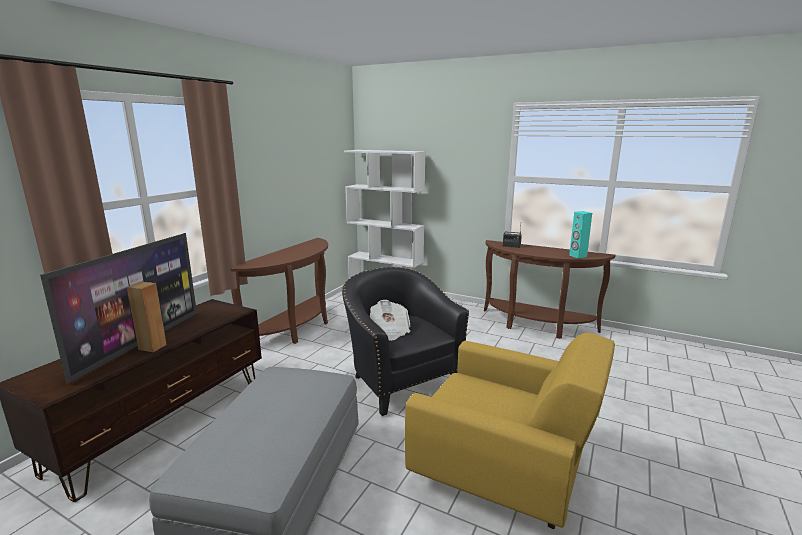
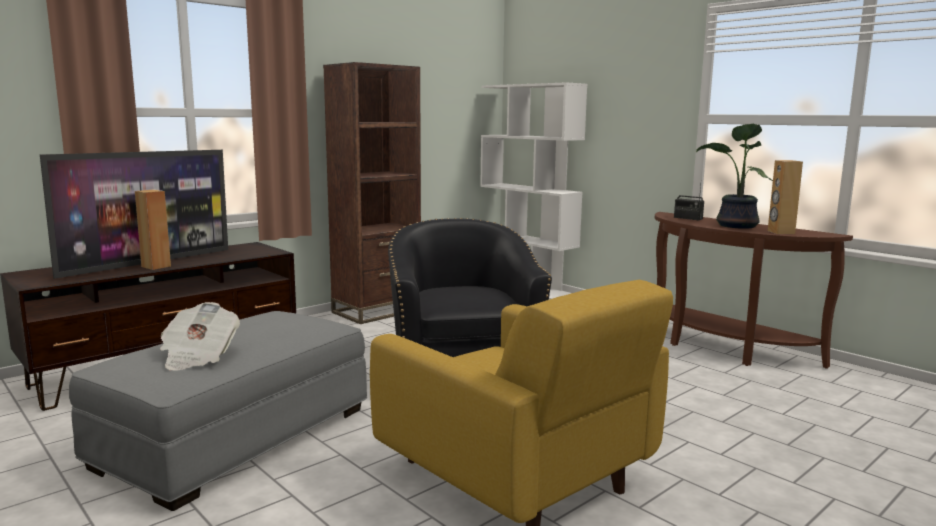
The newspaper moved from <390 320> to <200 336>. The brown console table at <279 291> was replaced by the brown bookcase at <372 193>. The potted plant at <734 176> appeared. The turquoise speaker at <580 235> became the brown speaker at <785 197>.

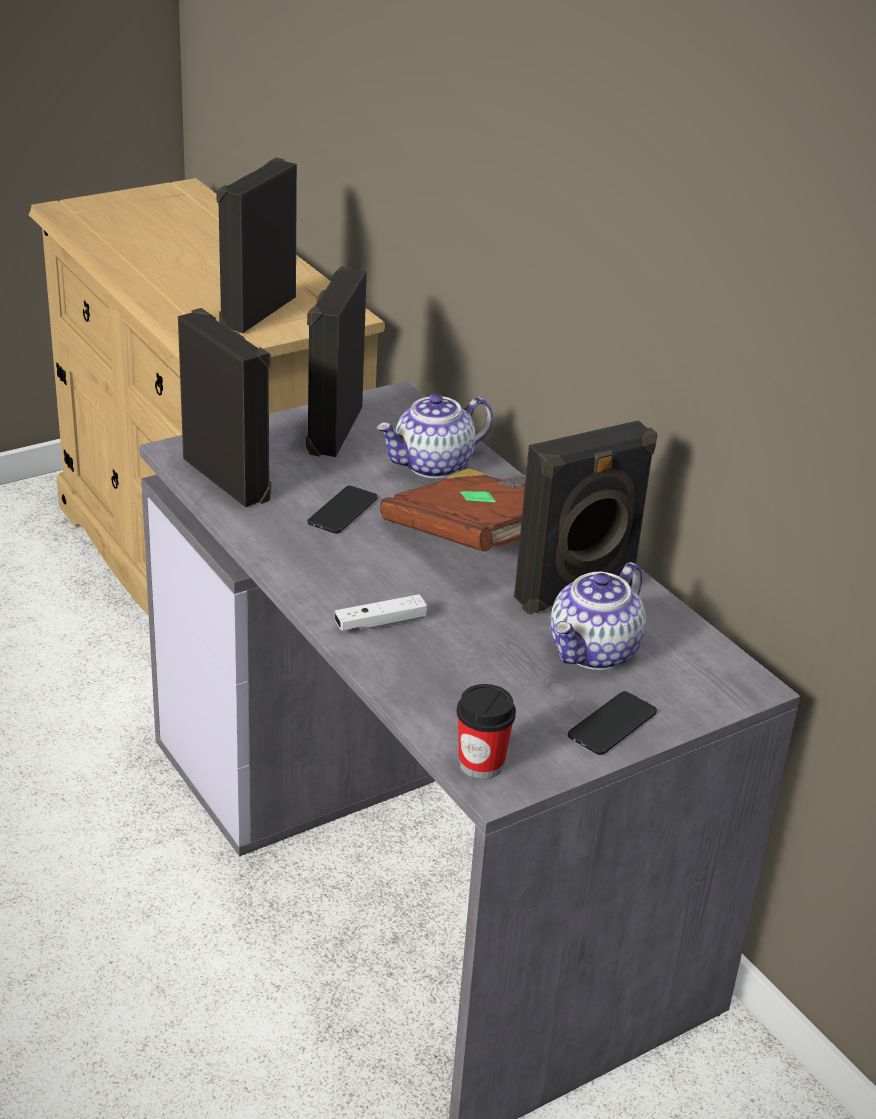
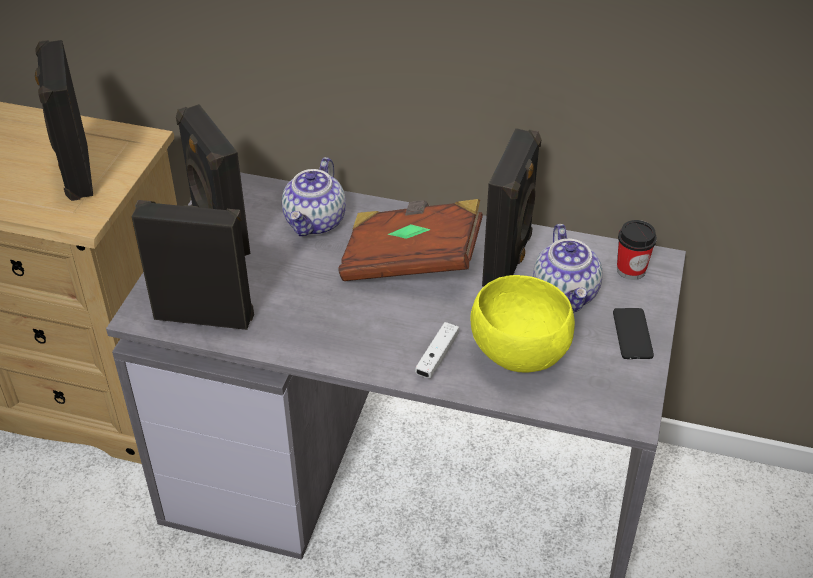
The yellow bowl at <522 323> appeared. The cup moved from <486 731> to <637 250>. The phone at <343 509> disappeared.

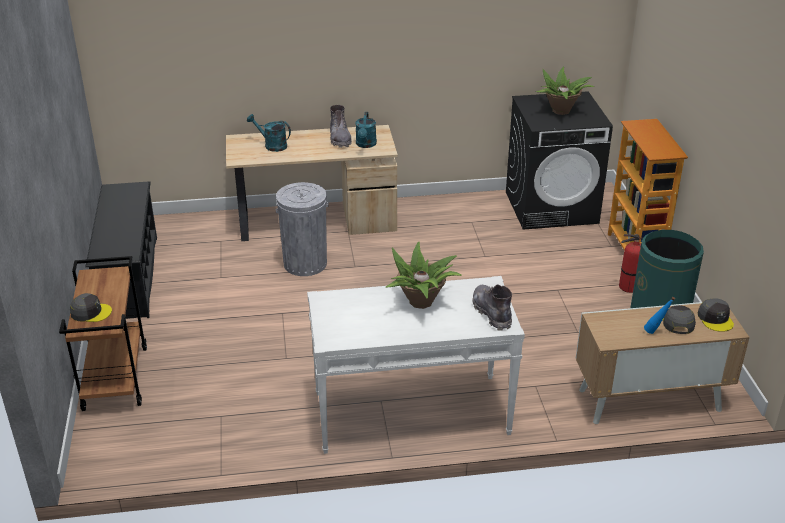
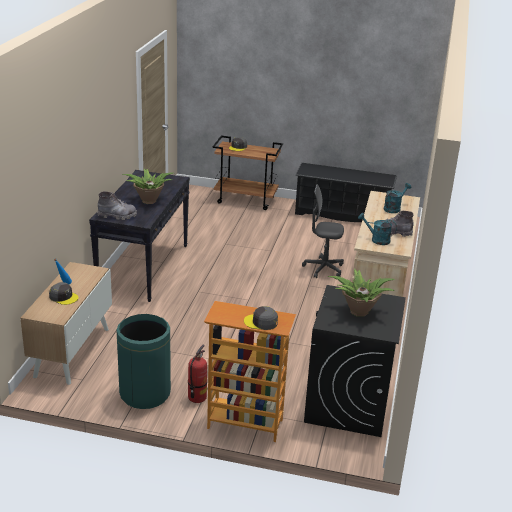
The white console table at <416 365> became the black console table at <139 236>. The grey cap moved from <716 315> to <261 318>. The grey trash can at <302 229> was replaced by the grey office chair at <323 231>.

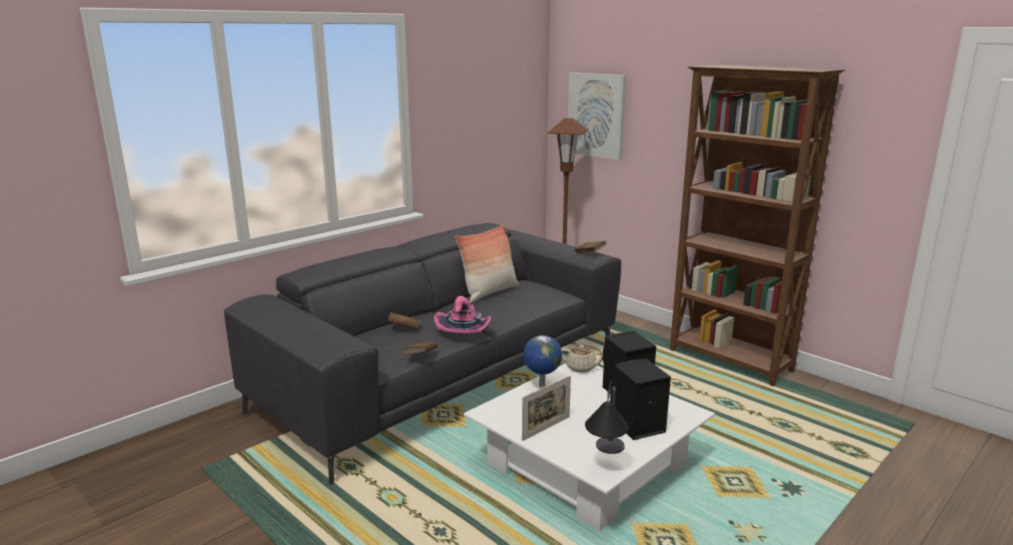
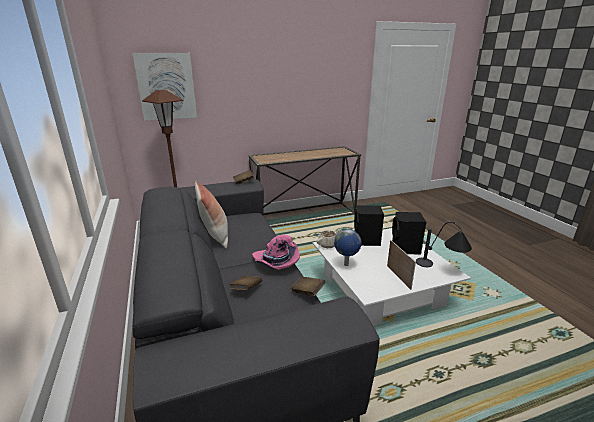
The brown bookcase at <757 225> was replaced by the console table at <305 186>.

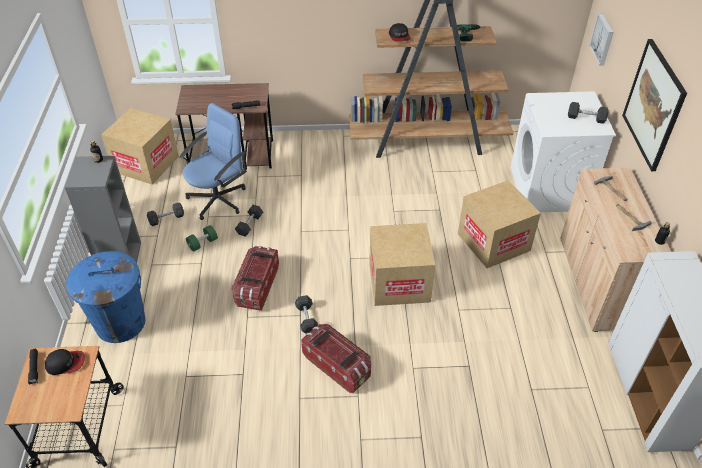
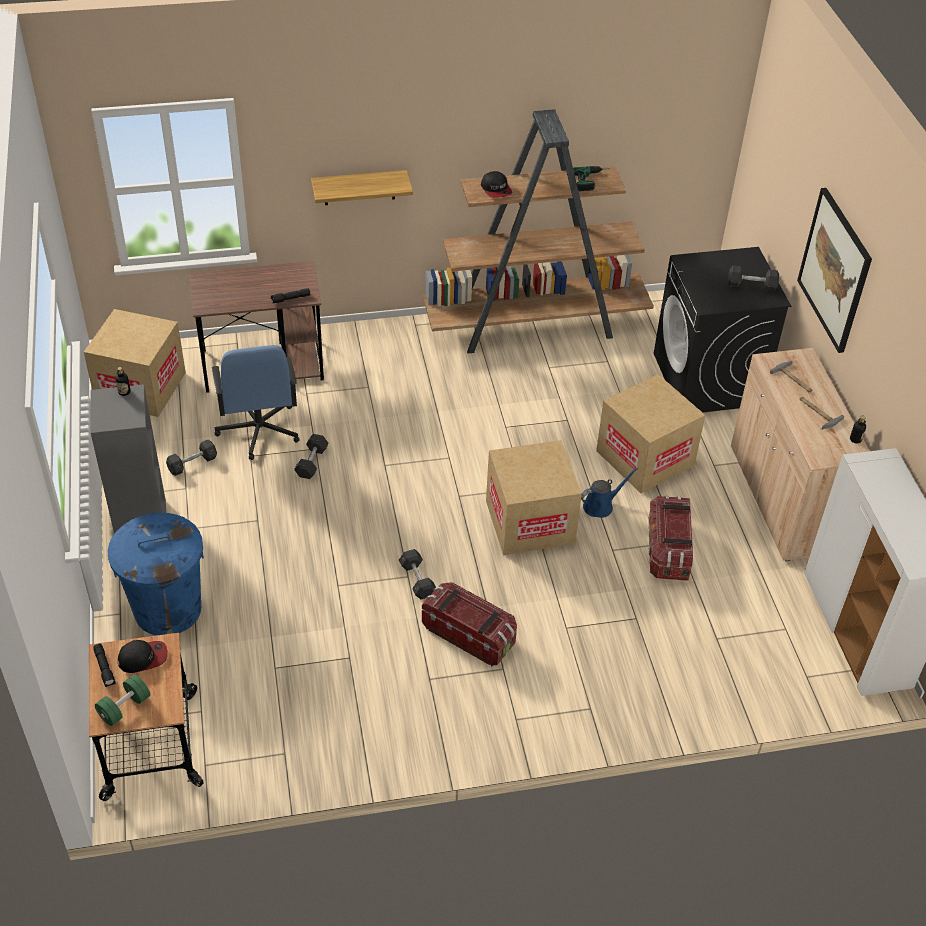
The green dumbbell moved from <202 238> to <122 700>. The blue office chair at <213 161> turned 135 degrees clockwise. The shelf at <362 187> appeared. The blue watering can at <610 492> appeared. The storage box moved from <255 278> to <671 538>. The white washing machine at <563 151> became the black washing machine at <722 330>. The picture at <601 39> disappeared.

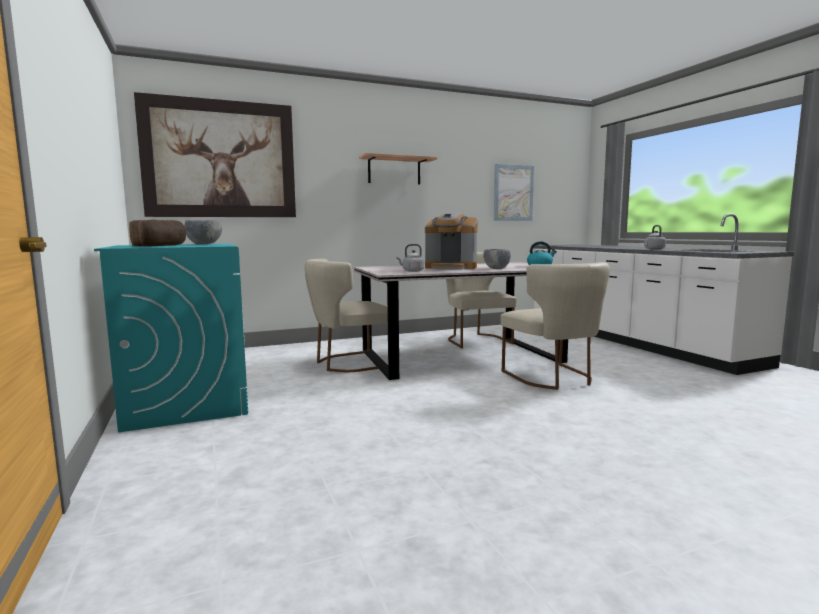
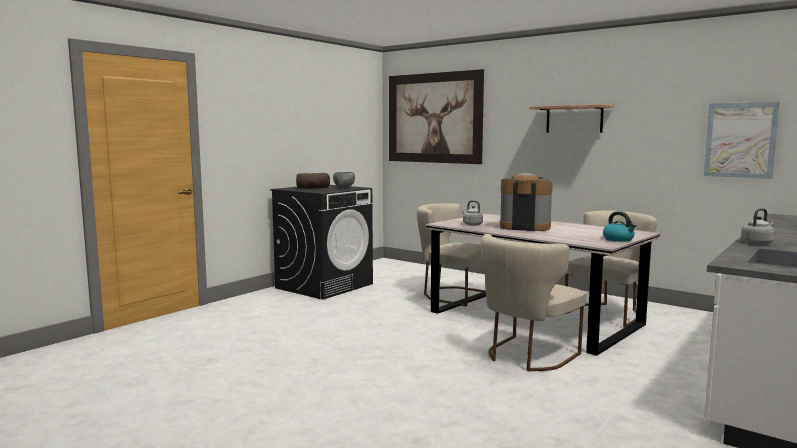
The turquoise washing machine at <171 338> became the black washing machine at <321 242>. The coffee machine at <451 241> turned 120 degrees clockwise. The grey bowl at <497 259> disappeared.

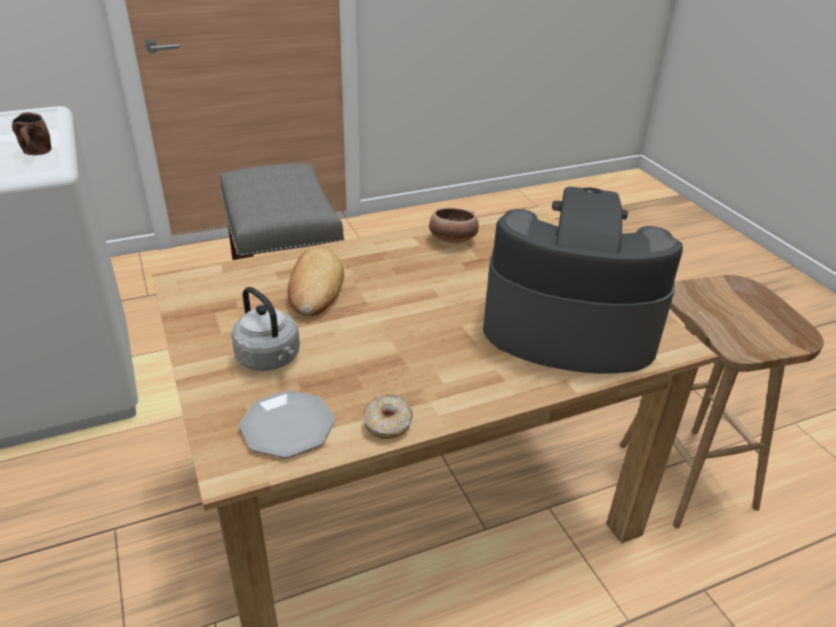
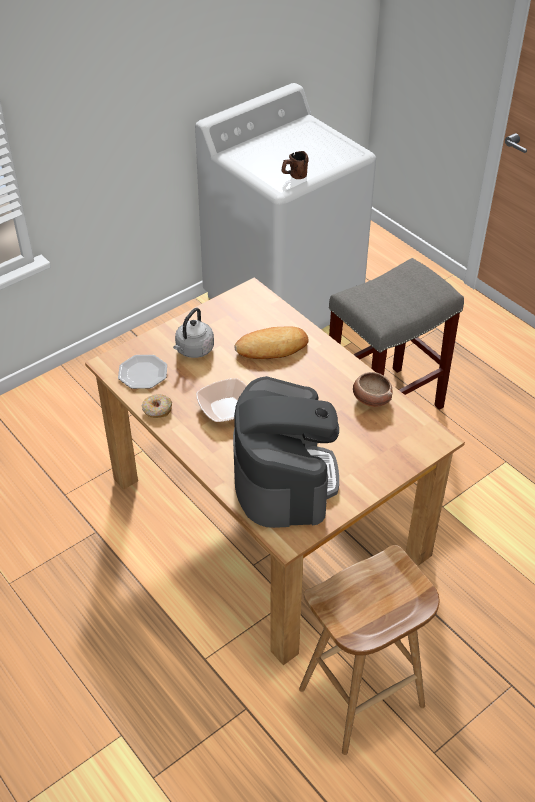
The bowl at <221 400> appeared.

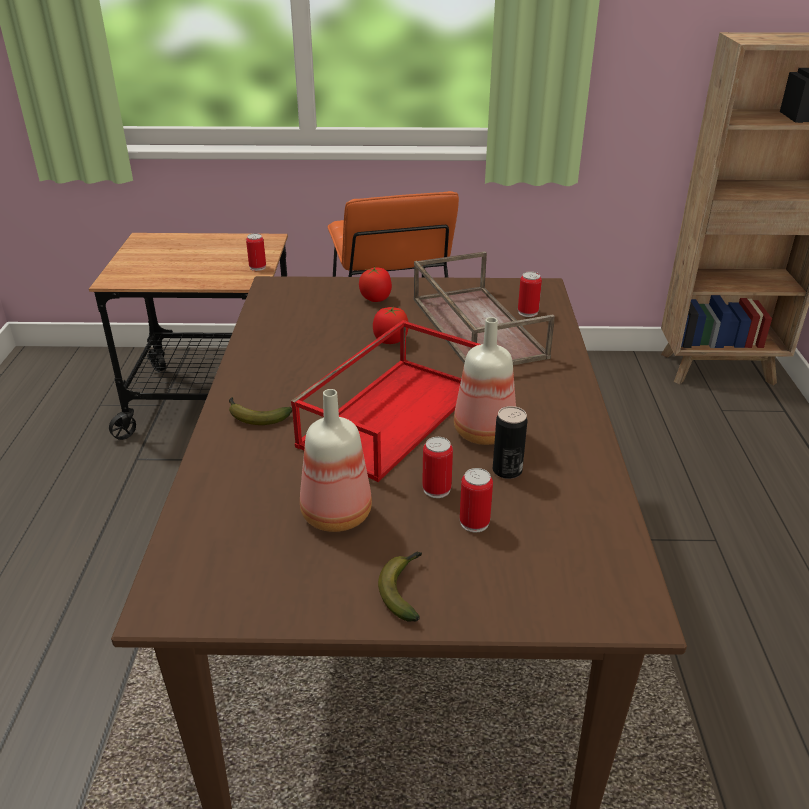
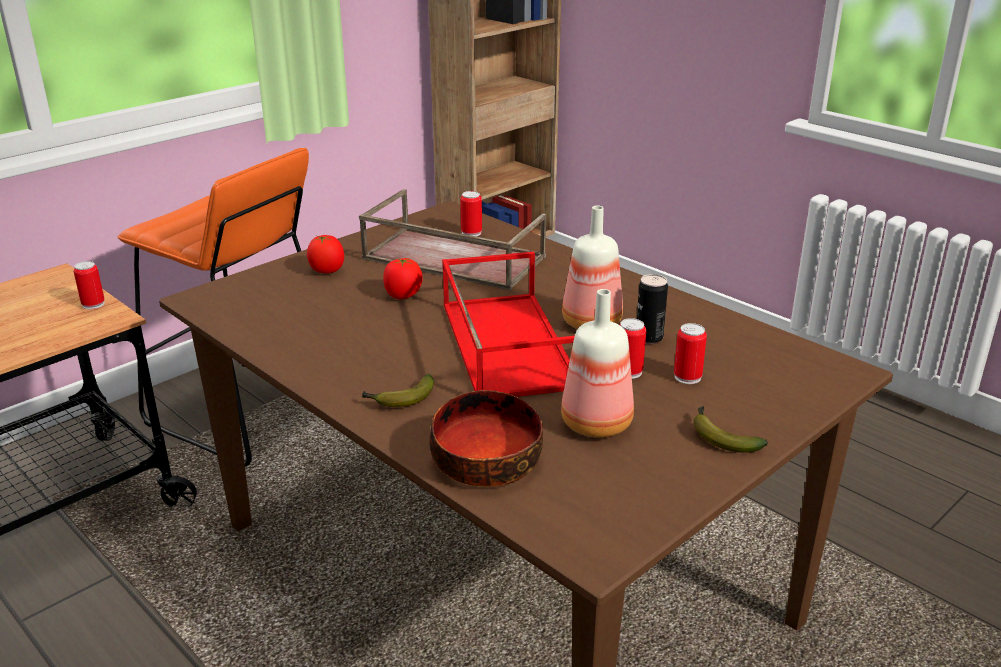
The bowl at <486 438> appeared.

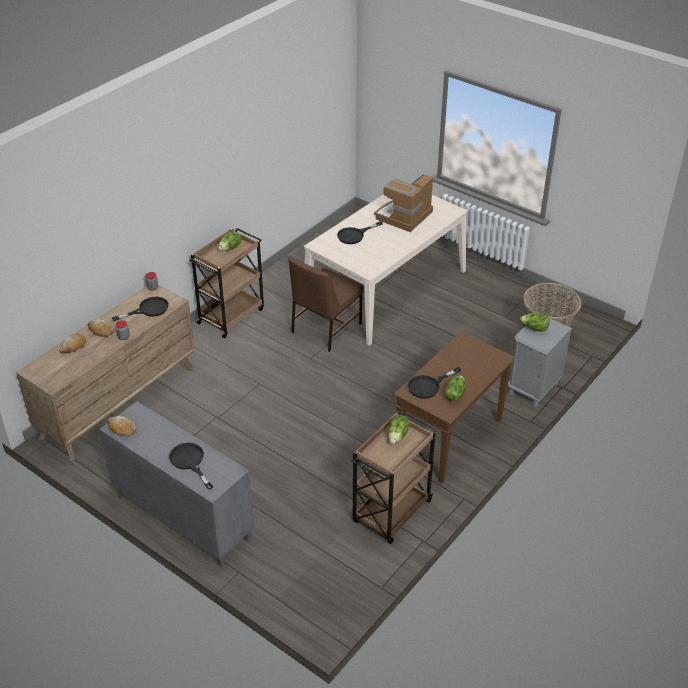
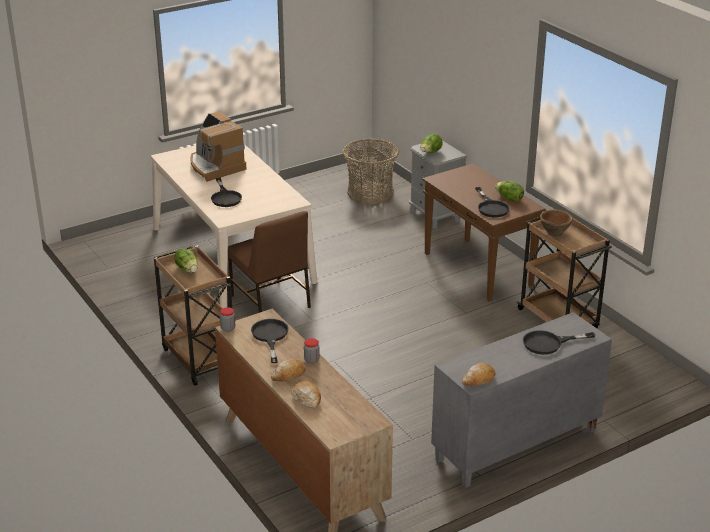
The lettuce at <399 429> was replaced by the brown bowl at <556 223>.

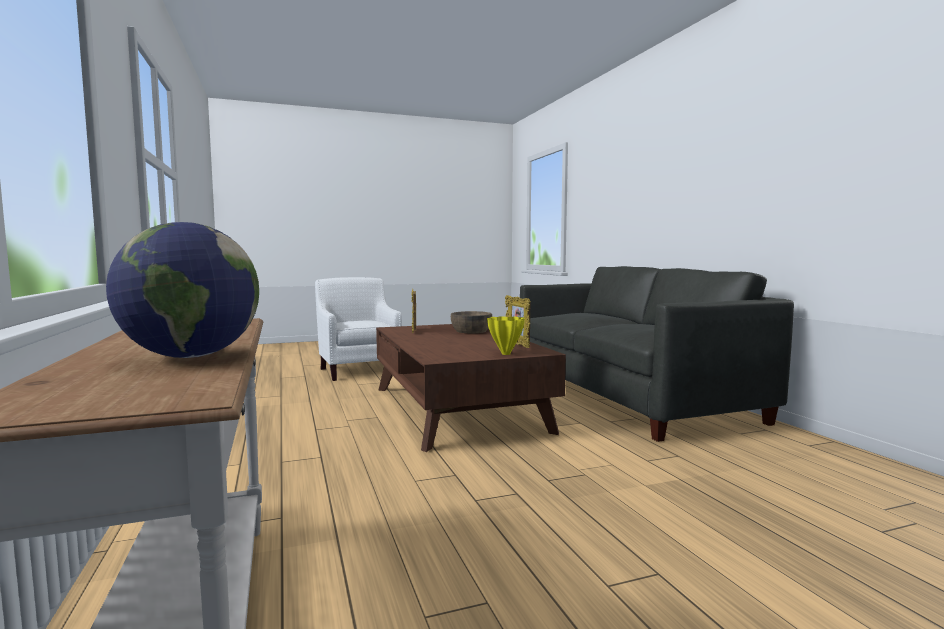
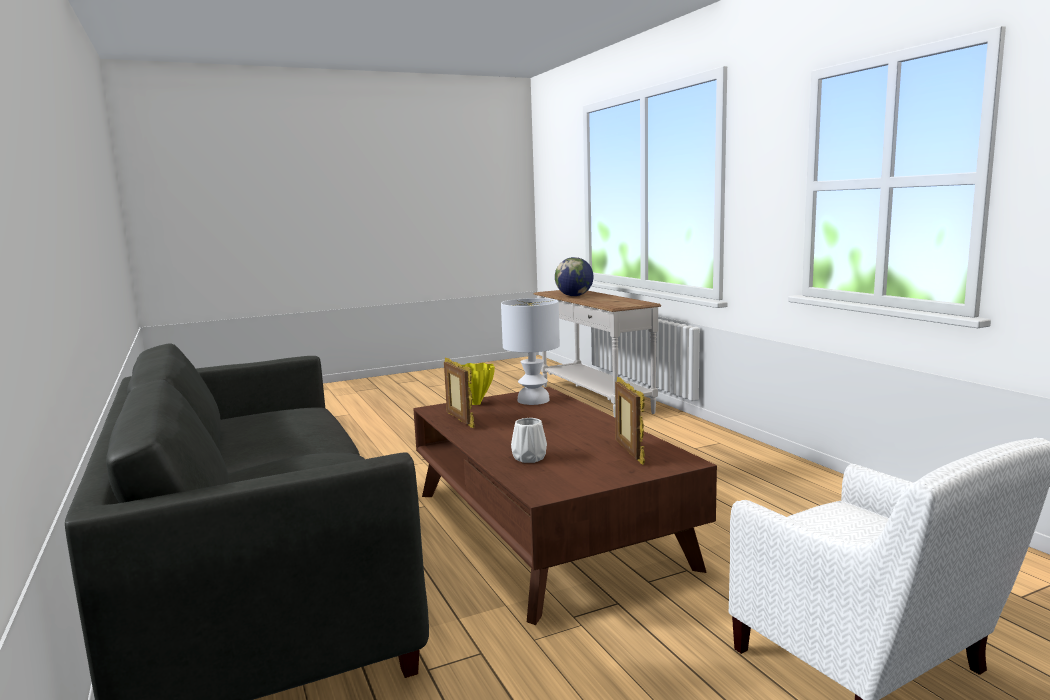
The white table lamp at <530 351> appeared. The brown bowl at <471 322> was replaced by the white vase at <529 440>.

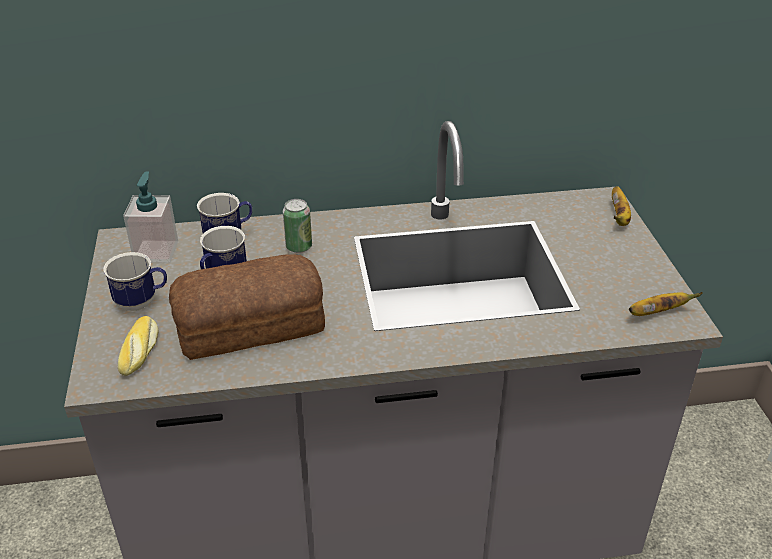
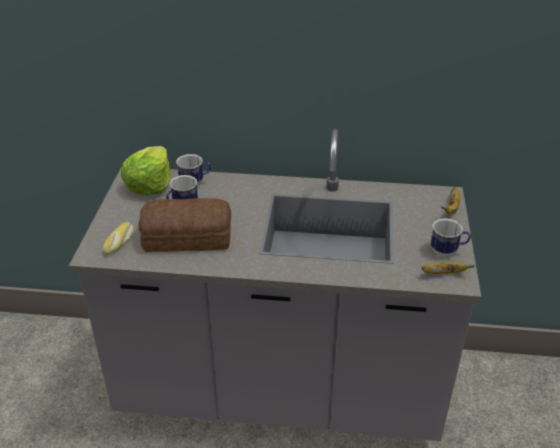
The soap dispenser at <150 217> was replaced by the lettuce at <146 170>. The mug moved from <135 281> to <451 237>. The can at <297 226> disappeared.

